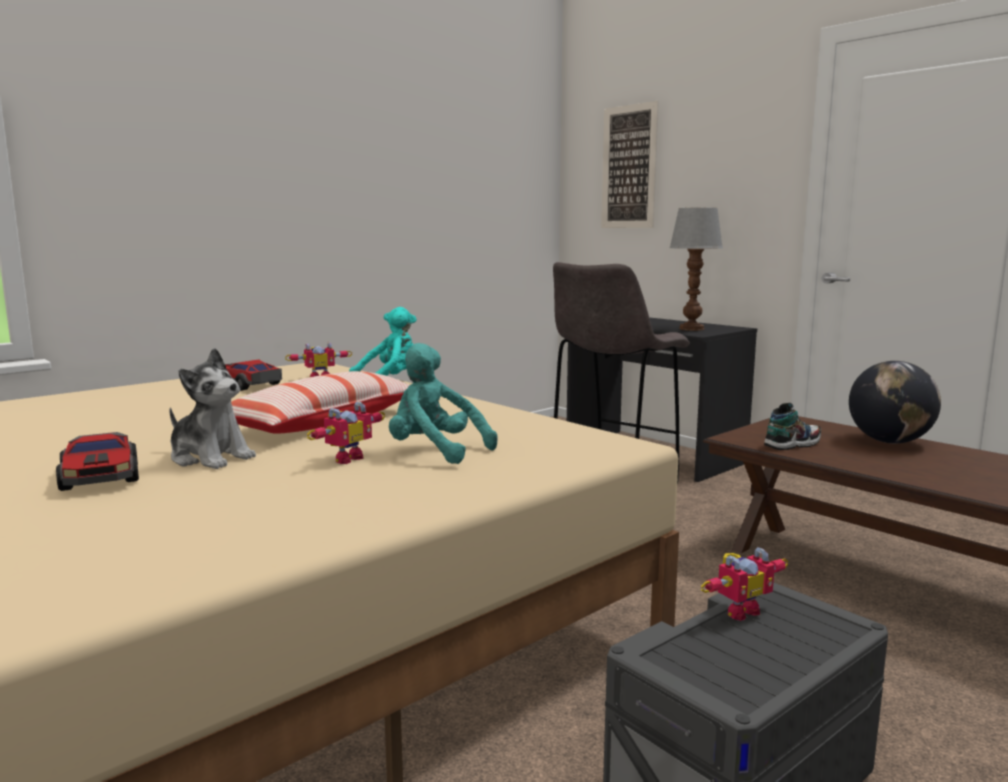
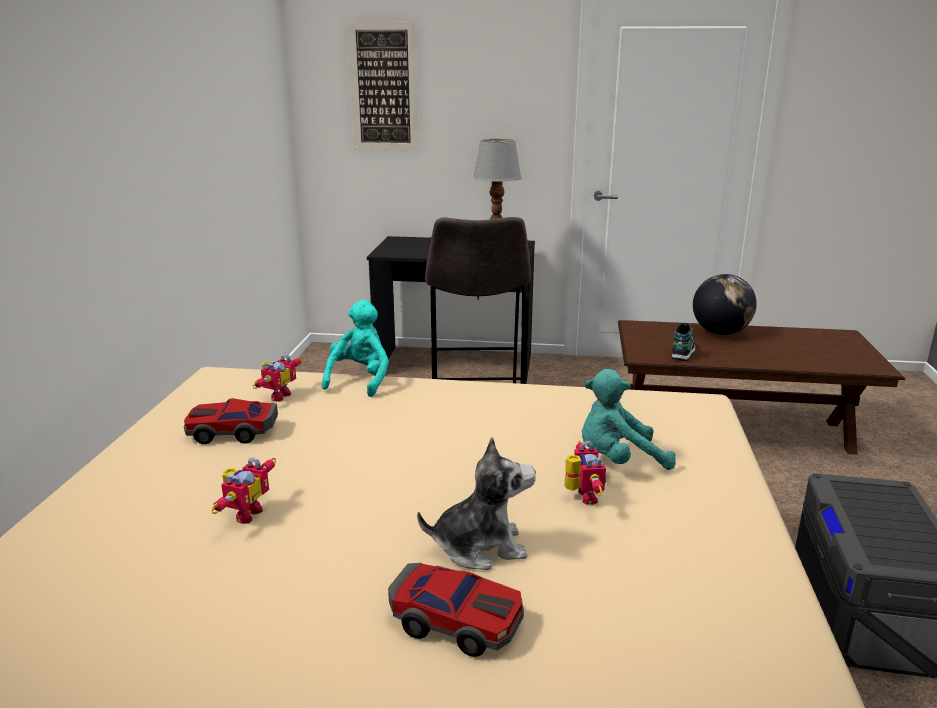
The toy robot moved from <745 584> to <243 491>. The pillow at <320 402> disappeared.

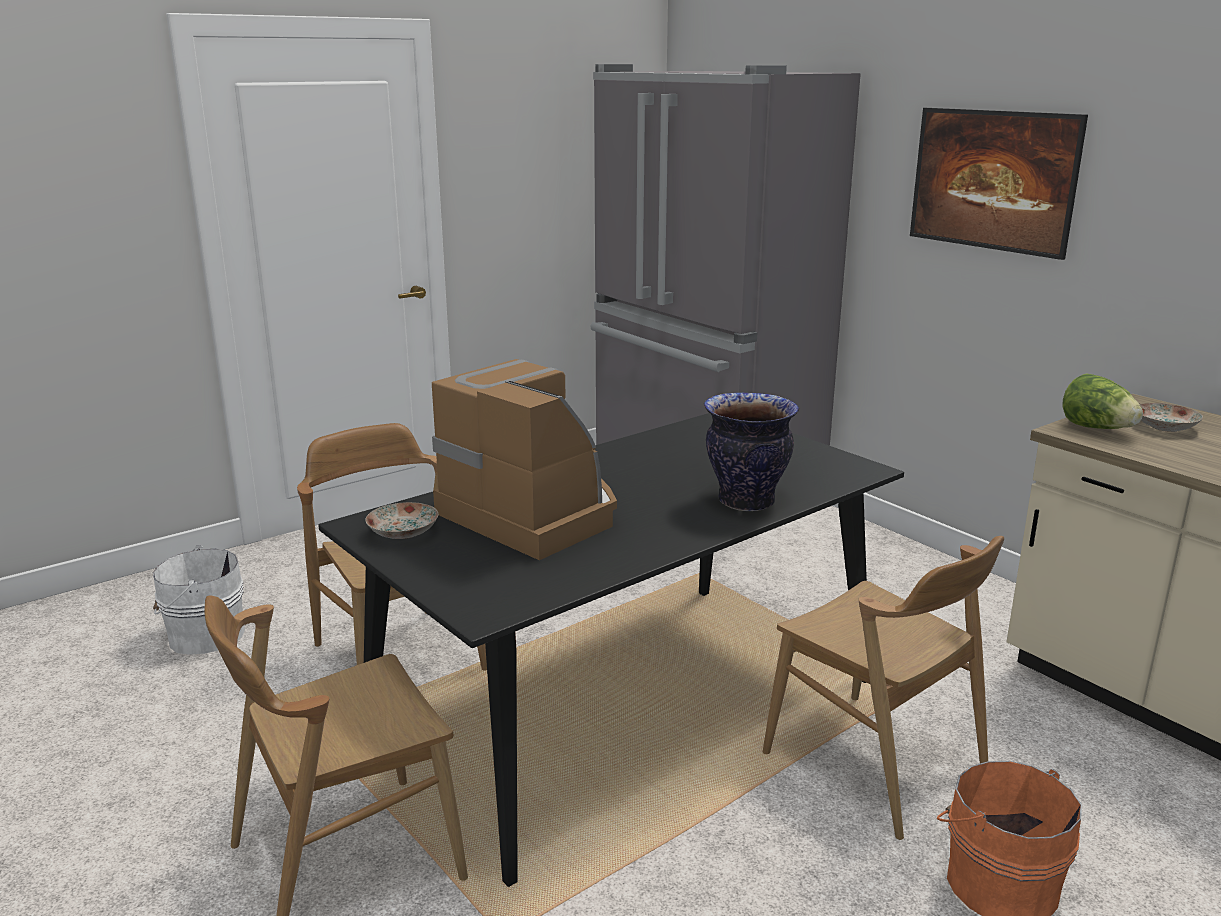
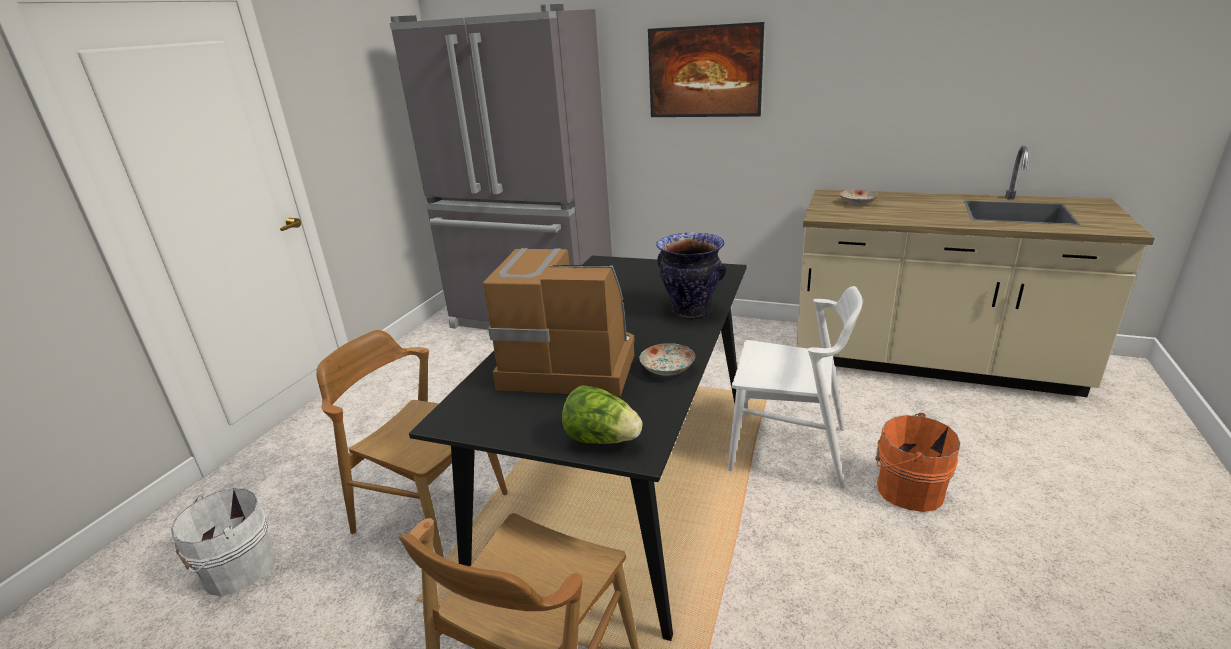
The lettuce moved from <1102 401> to <602 414>. The plate moved from <401 520> to <667 359>. The brown chair at <883 688> became the white chair at <795 387>.

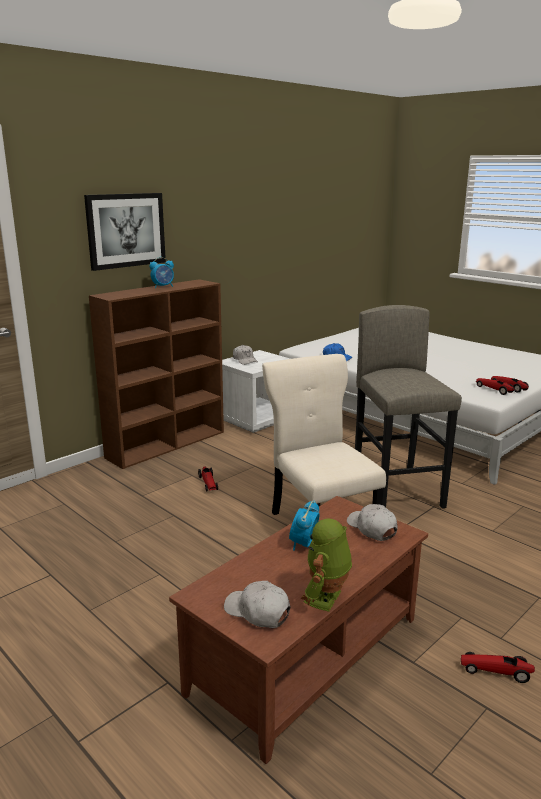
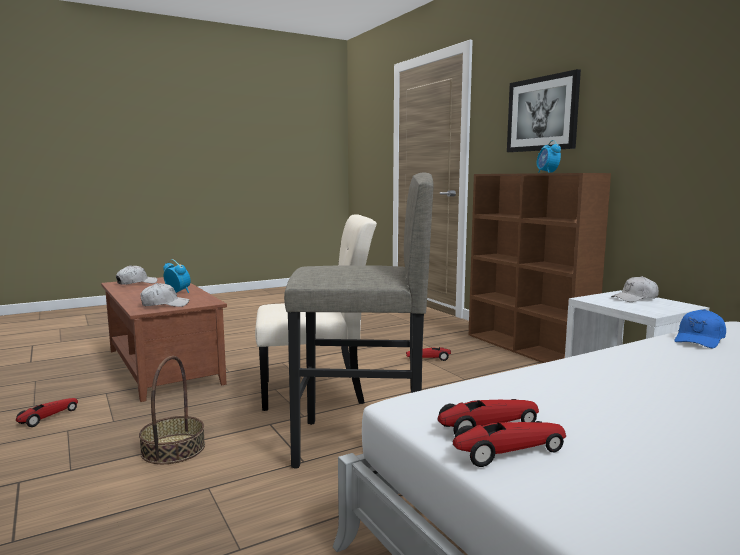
The basket at <172 410> appeared. The toy robot at <326 565> disappeared.

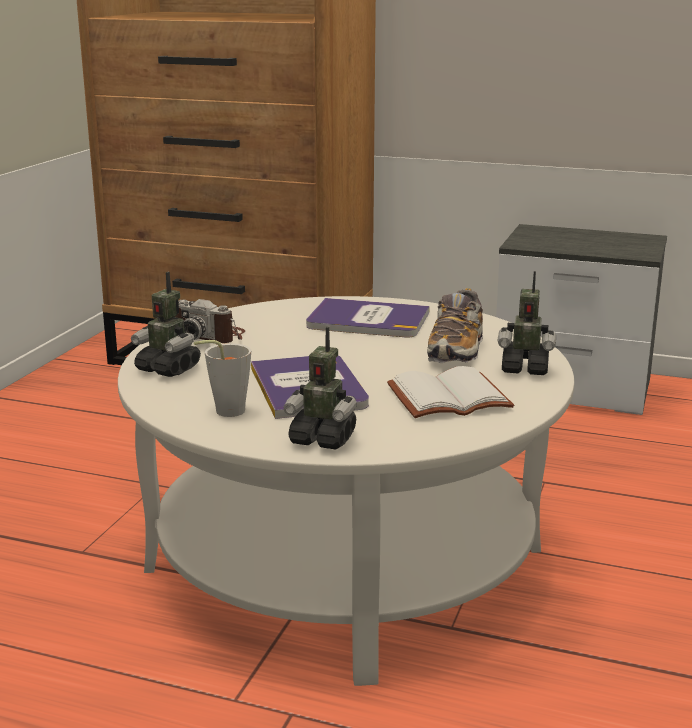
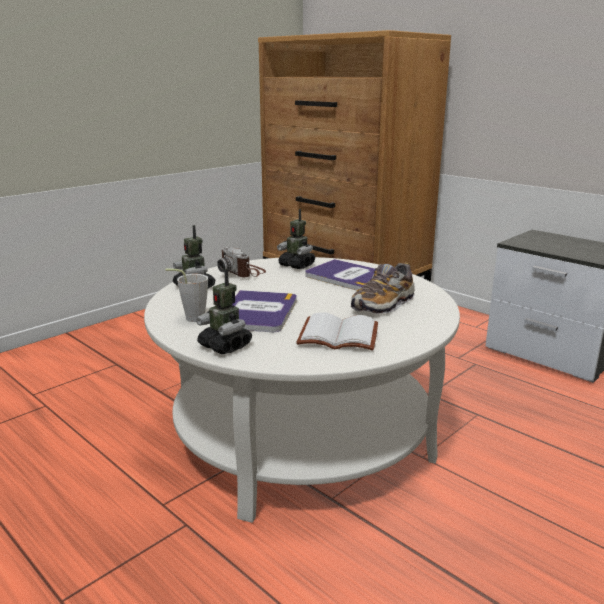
The toy robot moved from <527 323> to <296 239>.

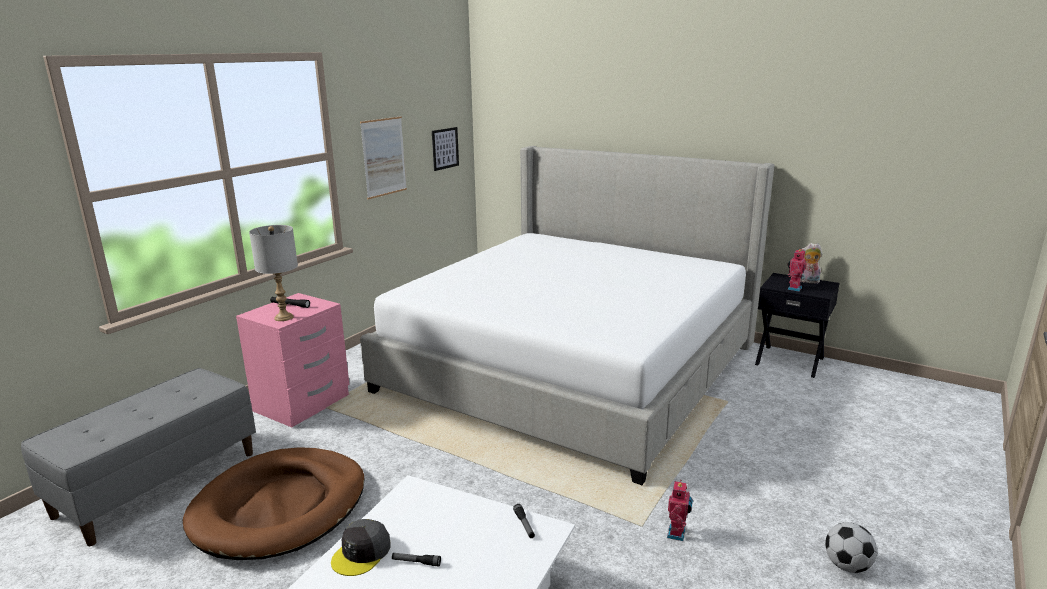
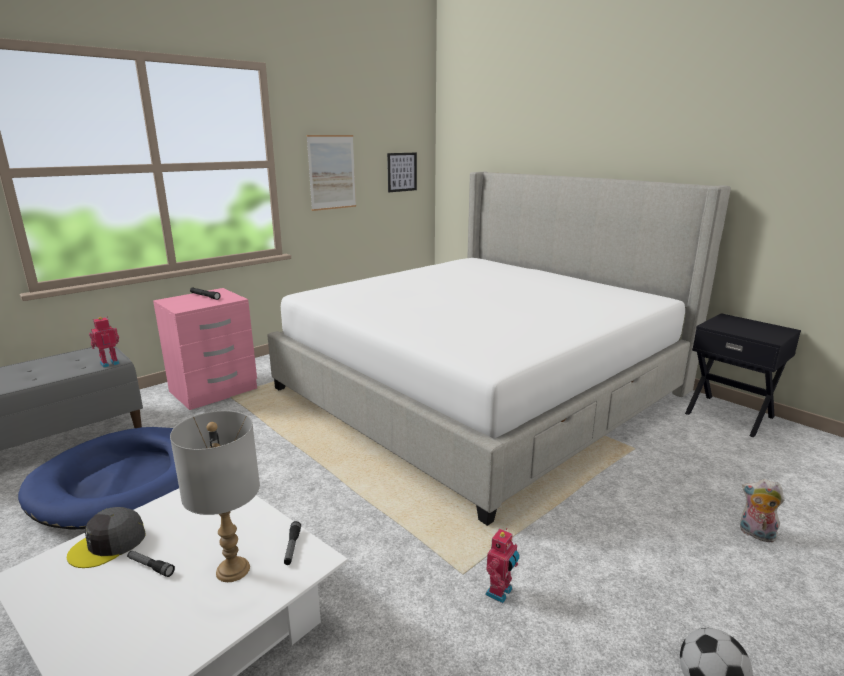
The brown dog bed at <274 503> became the blue dog bed at <98 478>. The toy robot moved from <797 270> to <104 342>. The grey table lamp moved from <273 273> to <215 496>. The plush toy moved from <811 263> to <762 510>.

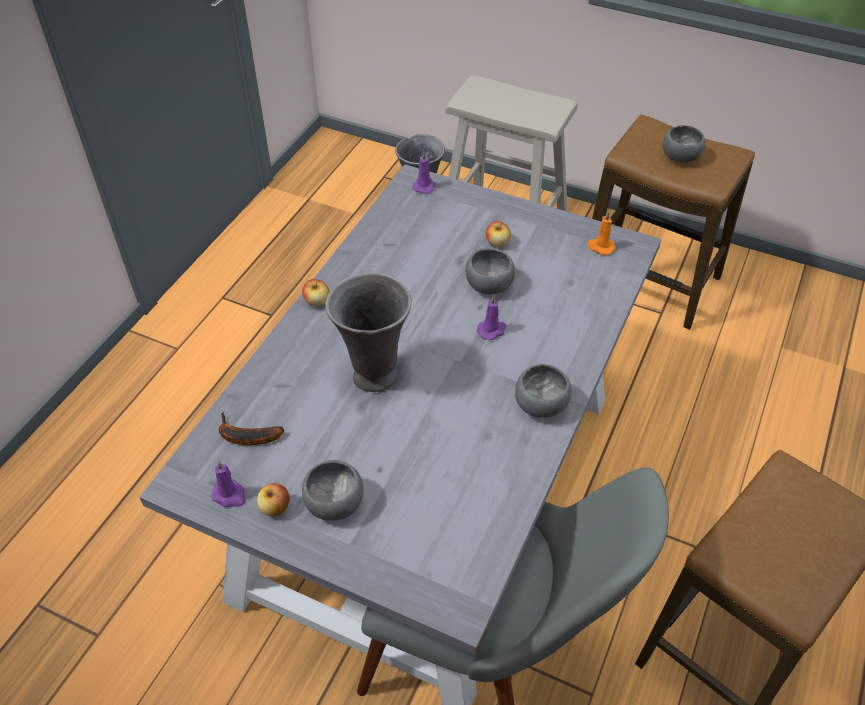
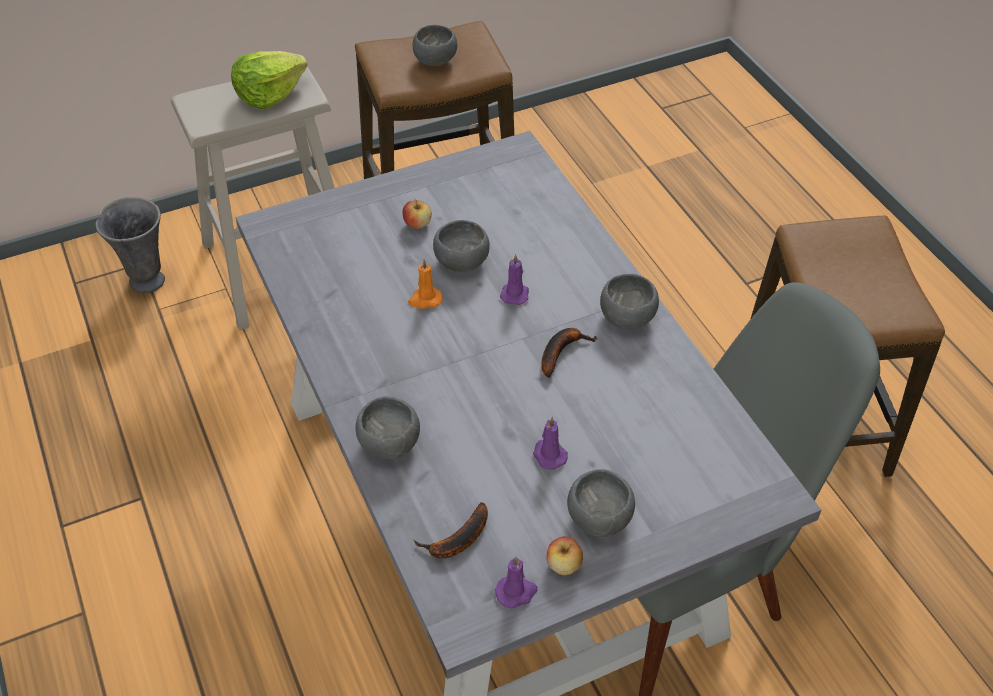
The lettuce at <269 80> appeared. The grey bowl at <388 427> appeared. The orange candle moved from <601 233> to <425 284>. The purple candle moved from <424 173> to <550 443>. The banana at <569 353> appeared. The apple at <315 292> disappeared. The grey vase at <368 332> disappeared.

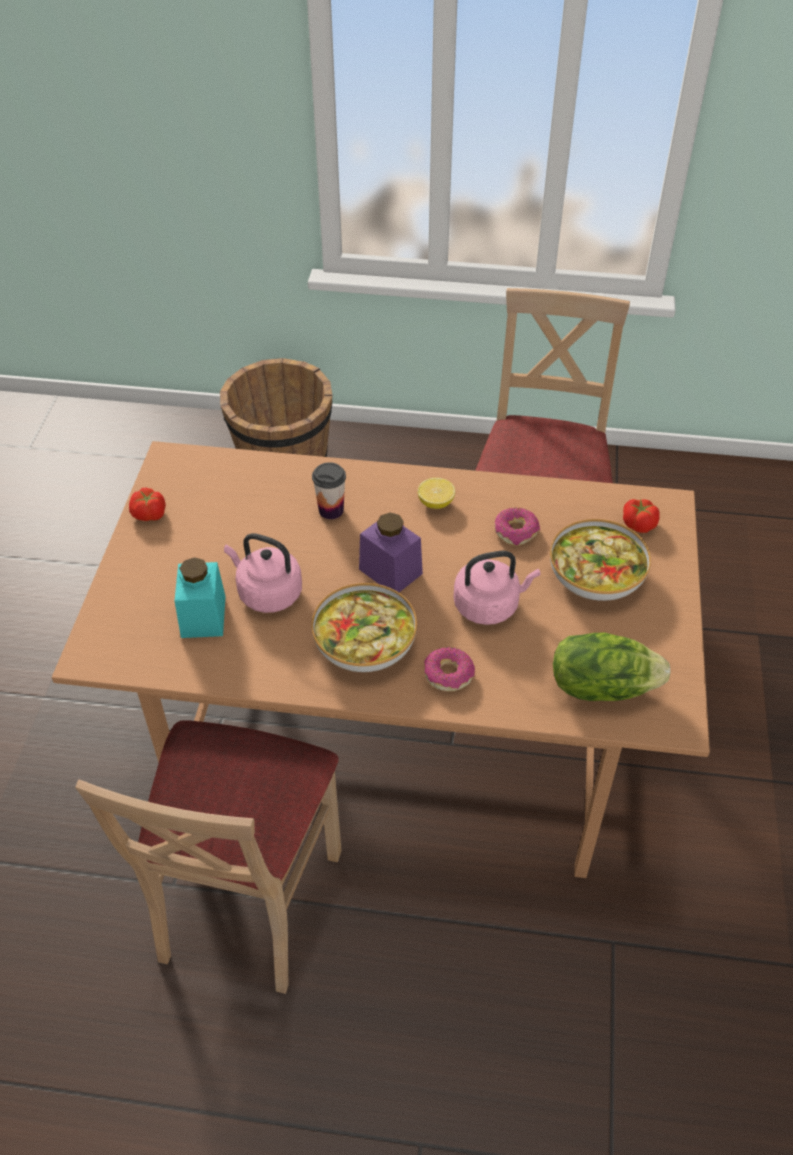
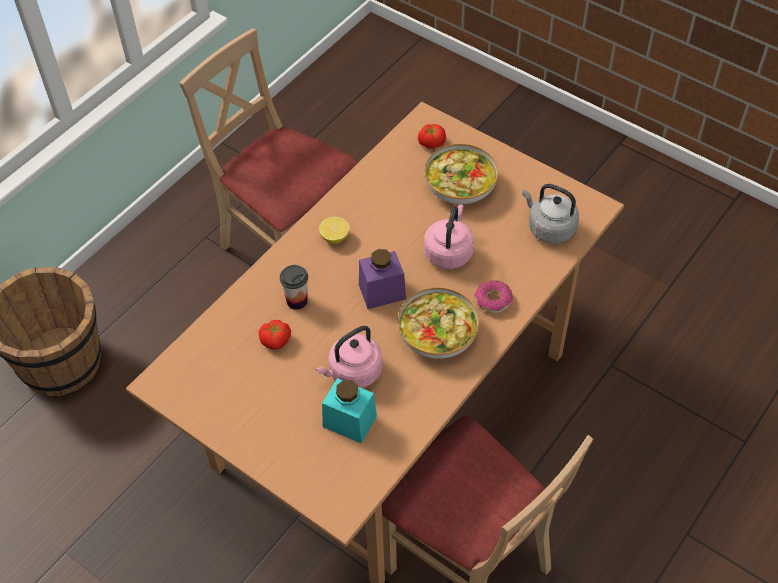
The tomato moved from <147 504> to <275 335>. The lettuce at <612 666> was replaced by the grey kettle at <550 214>. The donut at <517 526> disappeared.

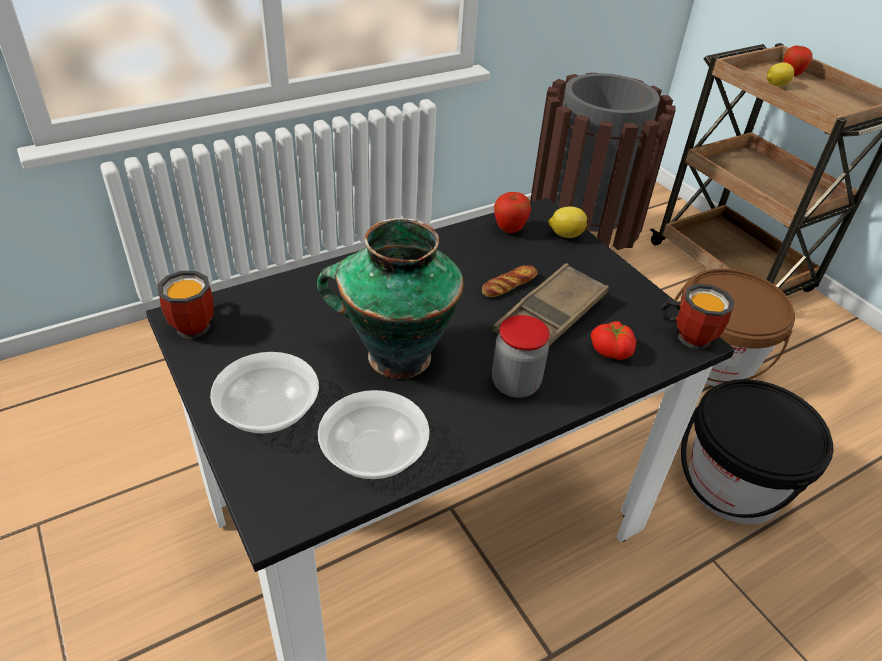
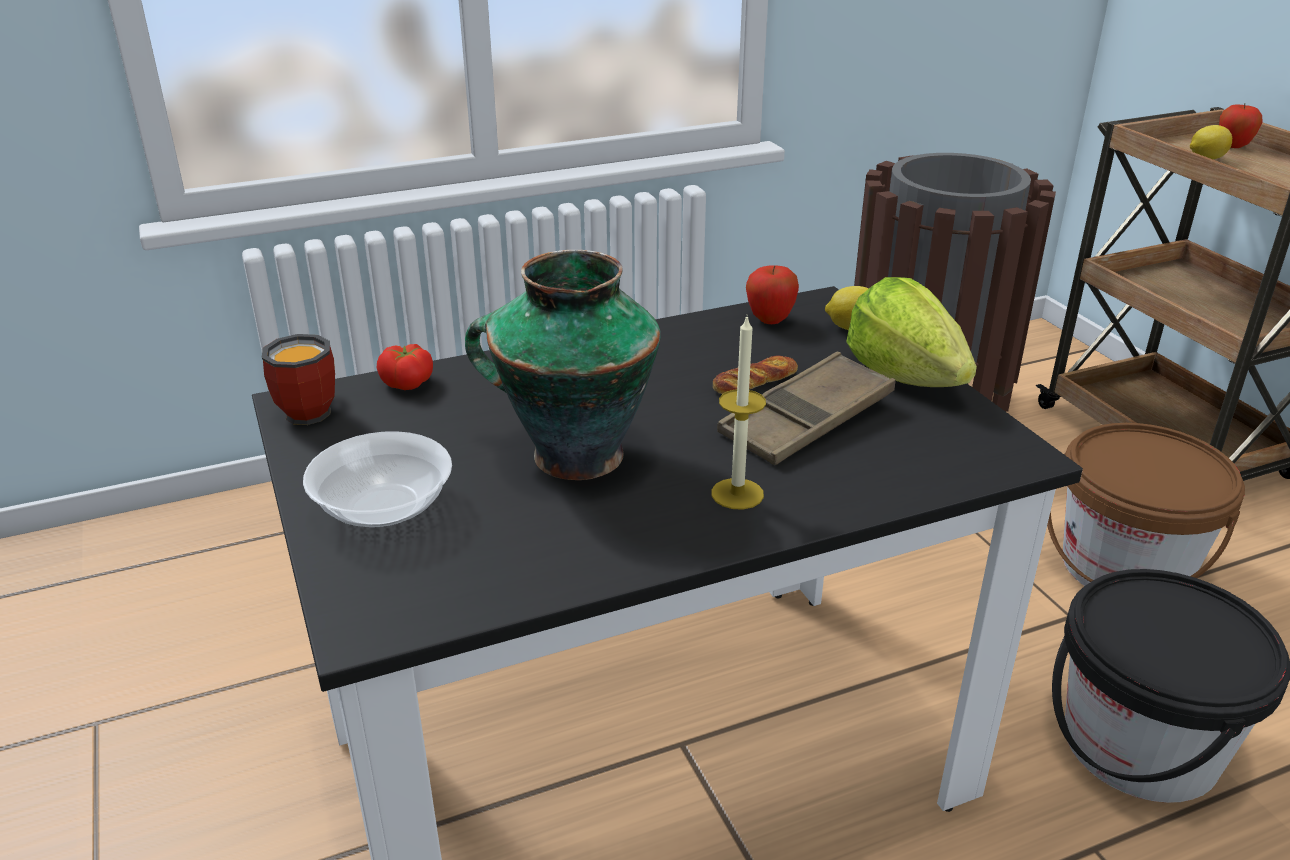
The tomato moved from <613 340> to <405 367>. The jar at <521 356> was replaced by the candle at <738 413>. The lettuce at <911 332> appeared. The bowl at <374 434> disappeared. The mug at <697 316> disappeared.

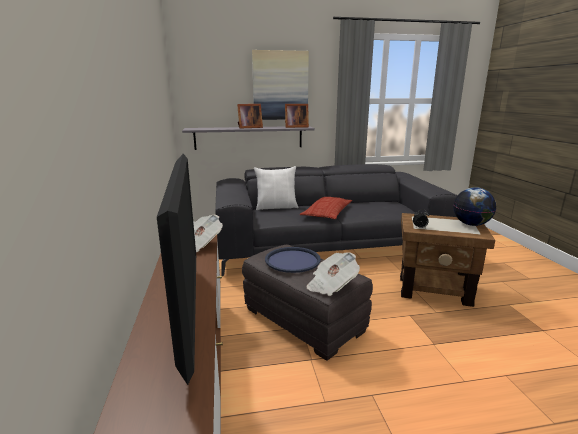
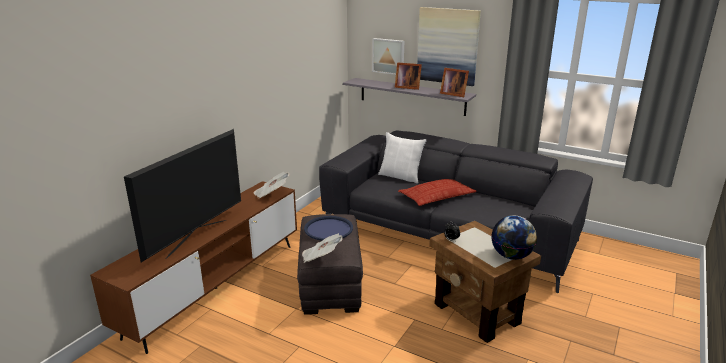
The picture at <388 56> appeared.

